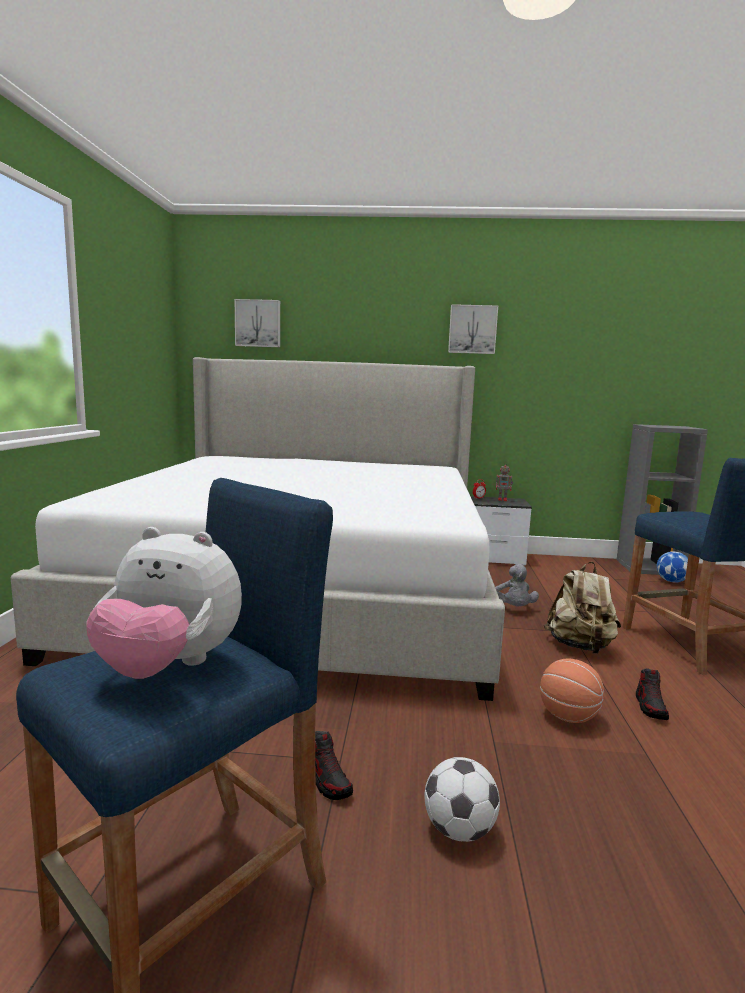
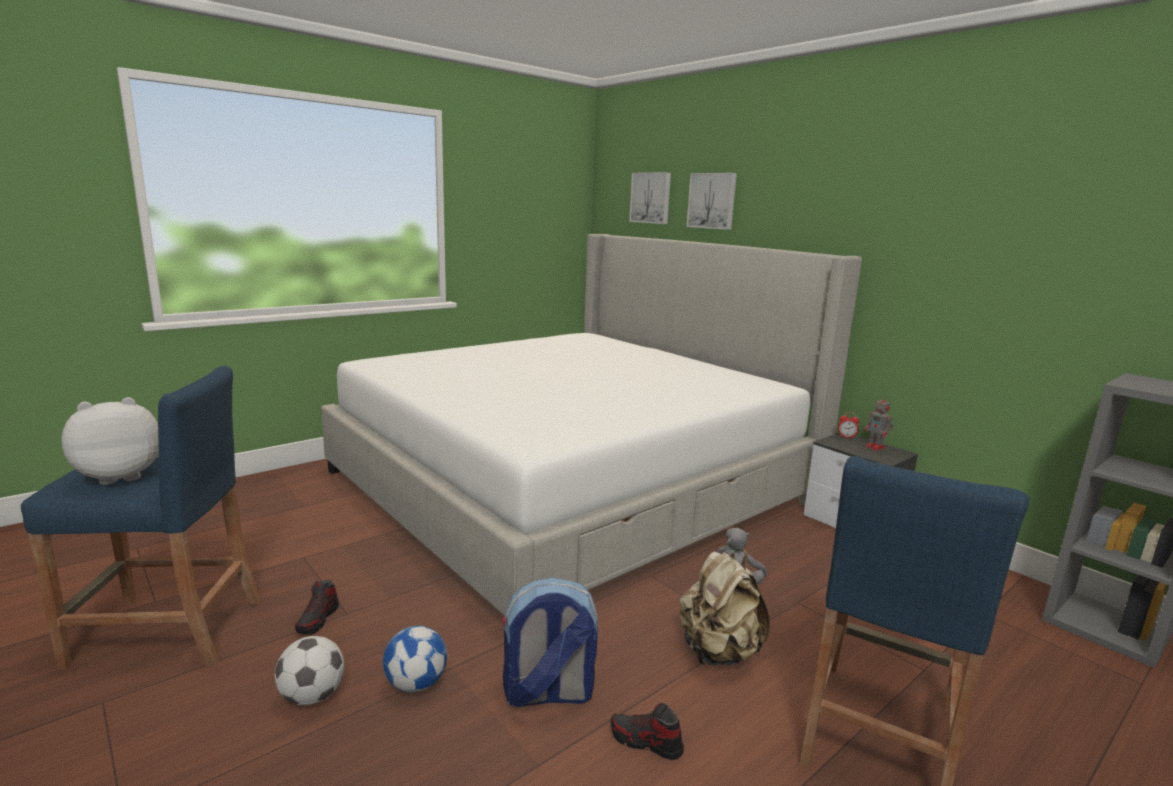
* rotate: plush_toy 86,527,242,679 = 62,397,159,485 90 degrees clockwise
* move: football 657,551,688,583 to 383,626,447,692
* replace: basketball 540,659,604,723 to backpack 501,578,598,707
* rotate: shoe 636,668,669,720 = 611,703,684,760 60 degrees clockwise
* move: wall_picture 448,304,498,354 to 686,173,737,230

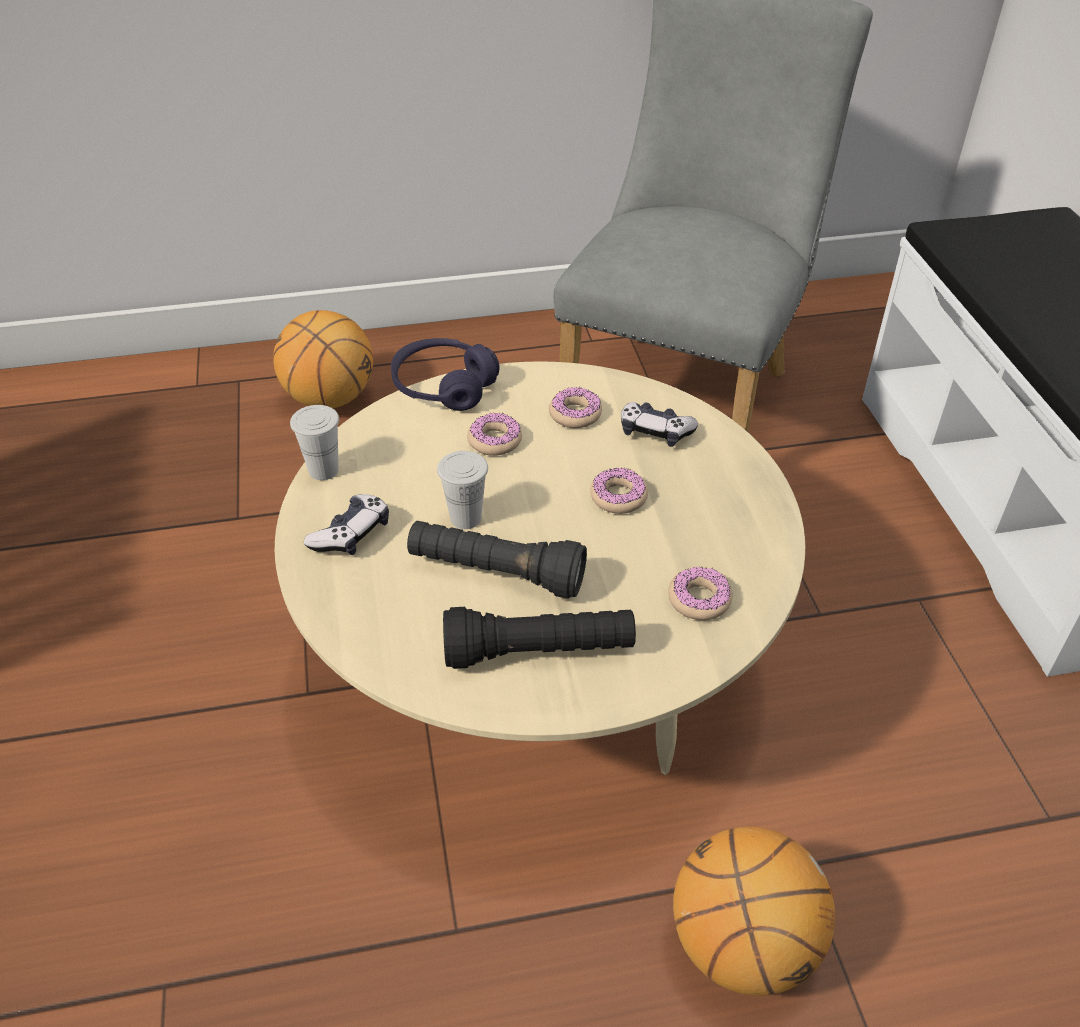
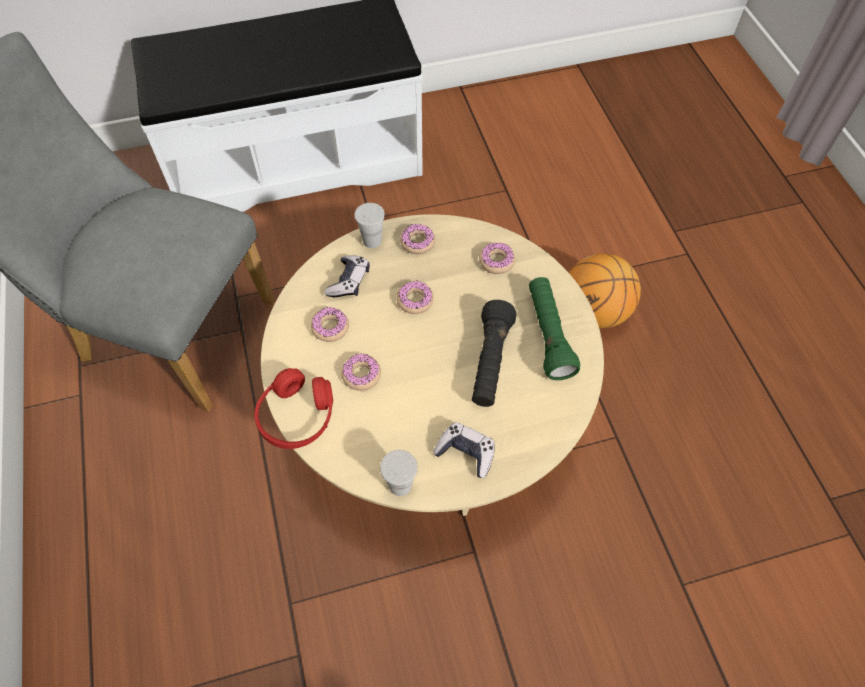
* recolor: purple_pair_of_headphones 391,338,500,411 to reddish_pair_of_headphones 254,368,333,449
* move: white_small_cup 437,451,488,529 to 354,203,385,248
* insert: doughnut 400,224,435,254
* recolor: black-coloured_torch 443,607,636,669 to greenish_torch 529,277,580,380
* delete: basketball 273,310,373,408

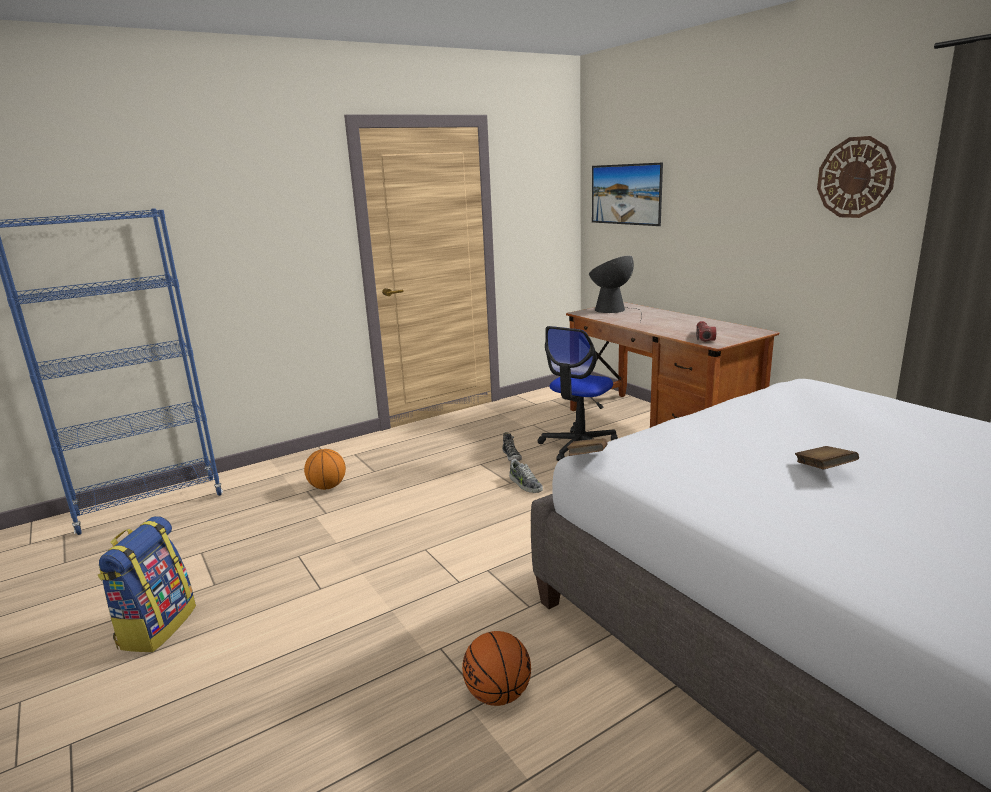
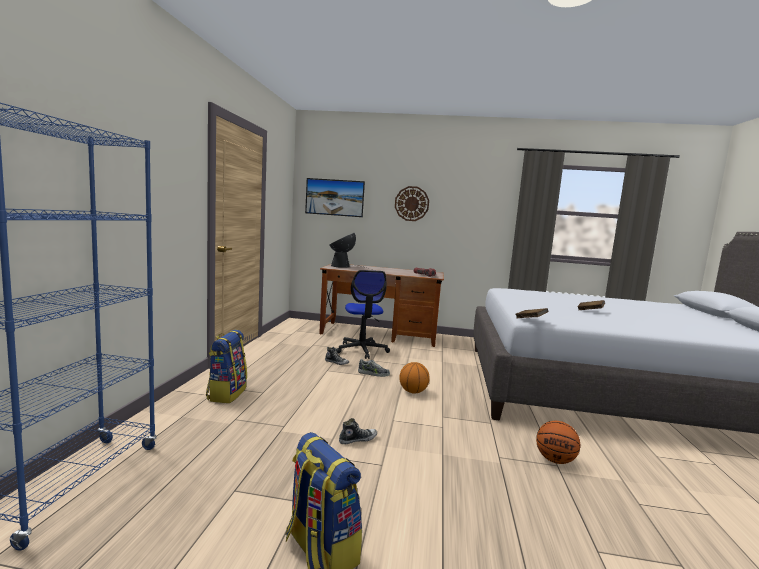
* insert: backpack 206,330,247,403
* insert: shoe 339,418,377,444
* move: clock_on_the_wall 817,136,896,218 to 395,186,429,221
* move: basketball 304,449,346,490 to 399,362,430,393

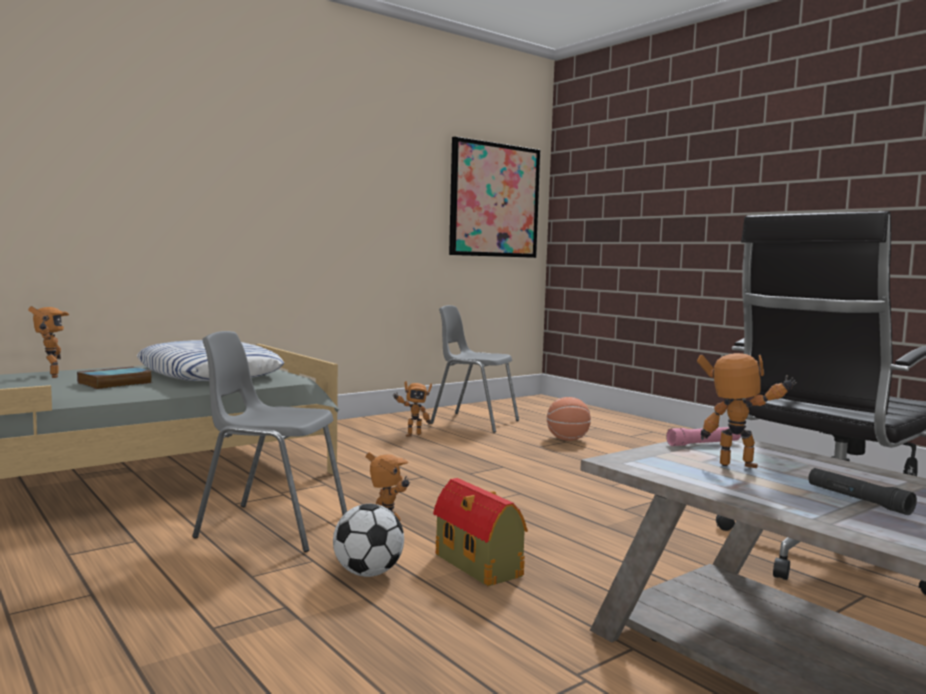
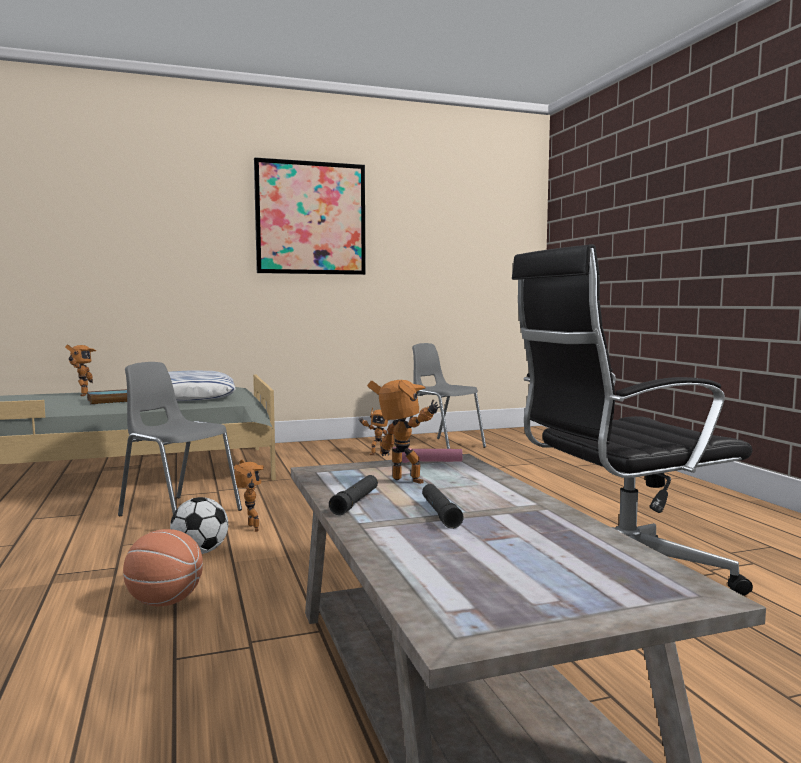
* move: basketball 547,397,591,441 to 123,529,203,606
* move: wall_picture 449,136,540,258 to 254,157,366,275
* insert: black-coloured_torch 329,475,378,515
* delete: toy_house 433,478,528,586

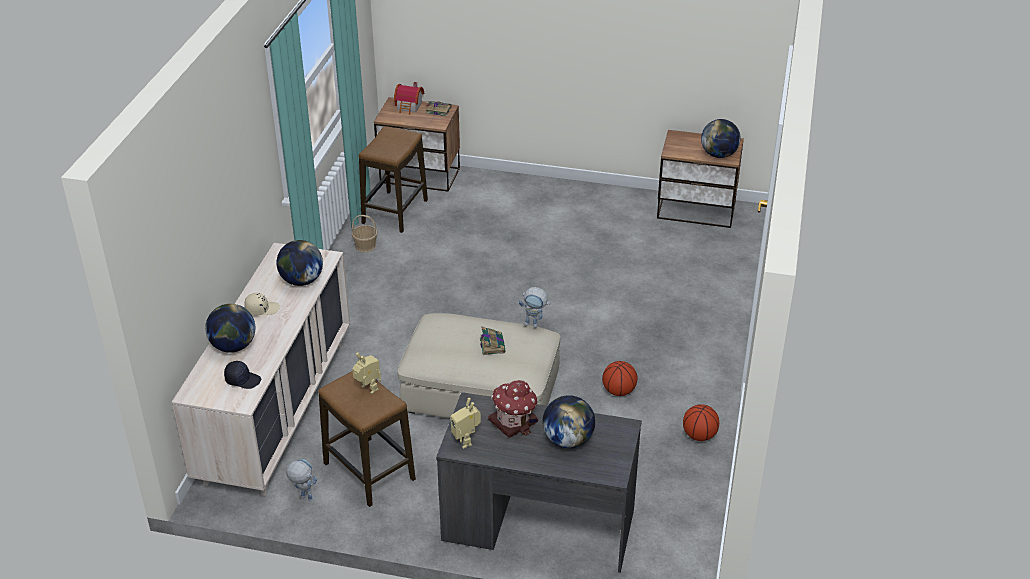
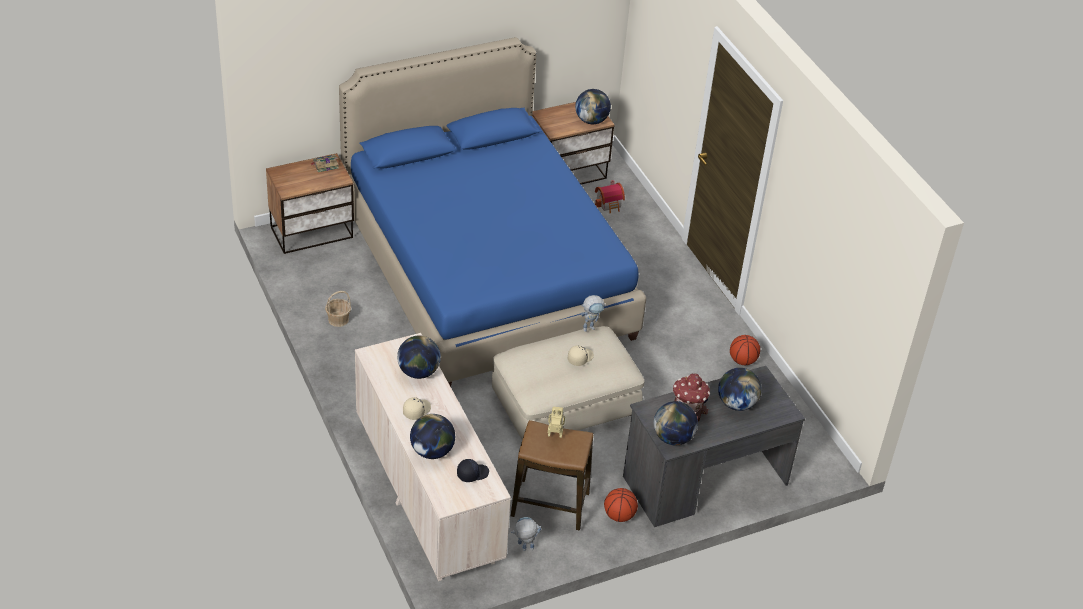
* insert: blue-coloured_bedroom_bed 339,37,646,387
* replace: bound_book 480,327,506,355 to beige_cap 568,345,594,366
* move: toy_house 394,82,424,115 to 595,180,625,214
* move: basketball 602,361,638,396 to 604,488,638,522
* replace: toy_robot 451,398,481,449 to desk_globe 654,401,698,445
* delete: stool_seat 359,126,428,233

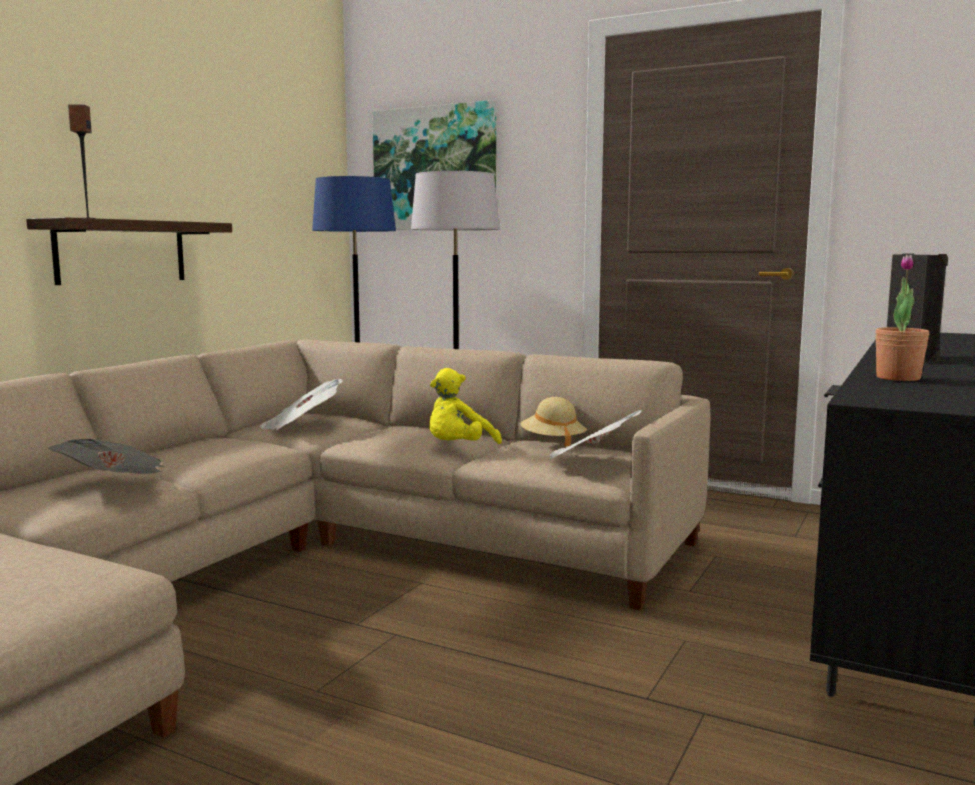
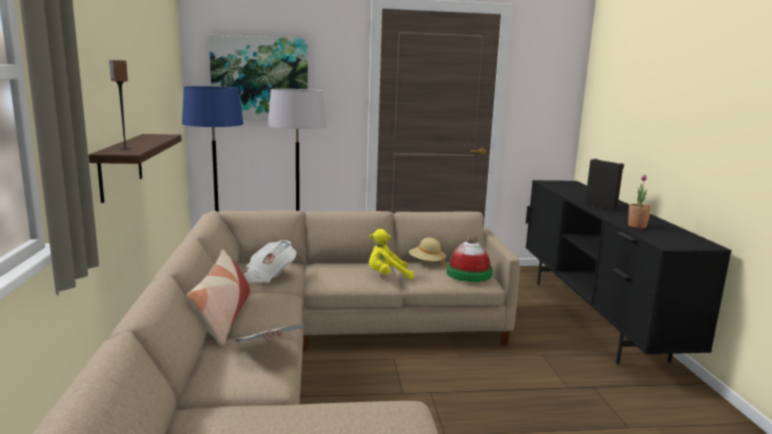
* insert: throw_pillow 187,250,251,346
* rotate: yellow-coloured_plush_toy 429,368,502,444 = 369,229,414,280 75 degrees clockwise
* replace: newspaper 549,410,642,460 to clothing_hat 446,235,493,282

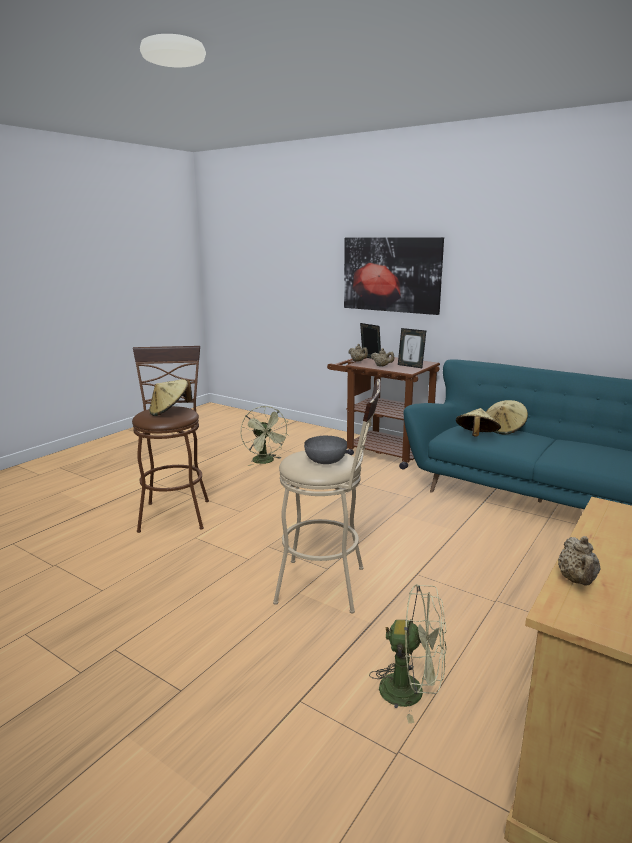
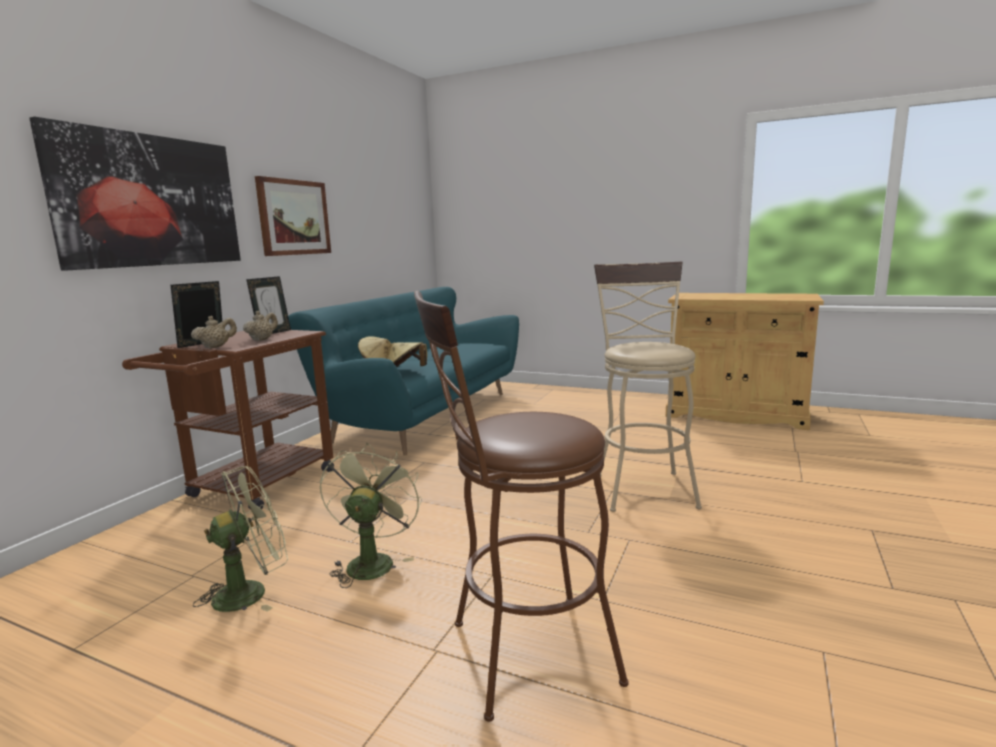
* insert: wall_picture 255,176,331,256
* move: greenish_electric_fan 369,584,447,723 to 320,443,422,588
* delete: beige_clothing_hat 149,379,192,416
* delete: gray_bowl 304,436,347,464
* delete: beige_teapot 558,536,601,586

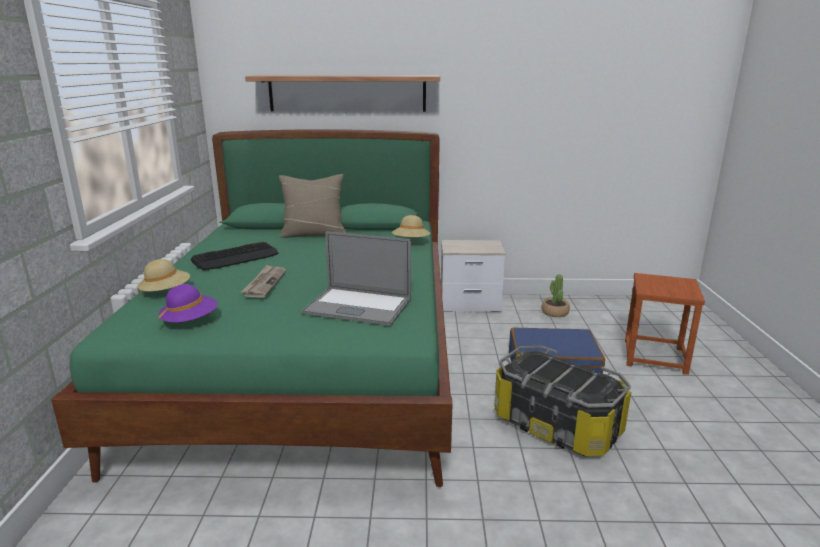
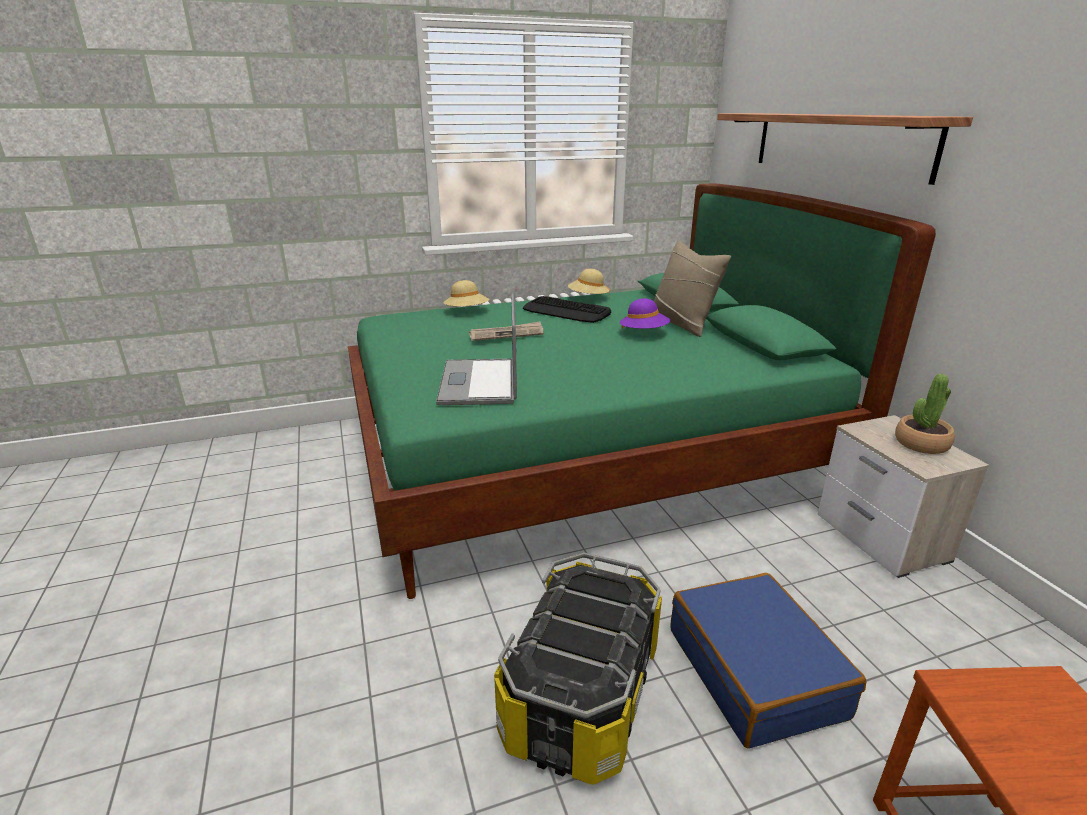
* move: beige_clothing_hat 392,215,430,237 to 568,269,610,299
* move: purple_clothing_hat 159,284,218,326 to 620,299,670,329
* move: potted_plant 541,274,570,317 to 895,374,955,454

